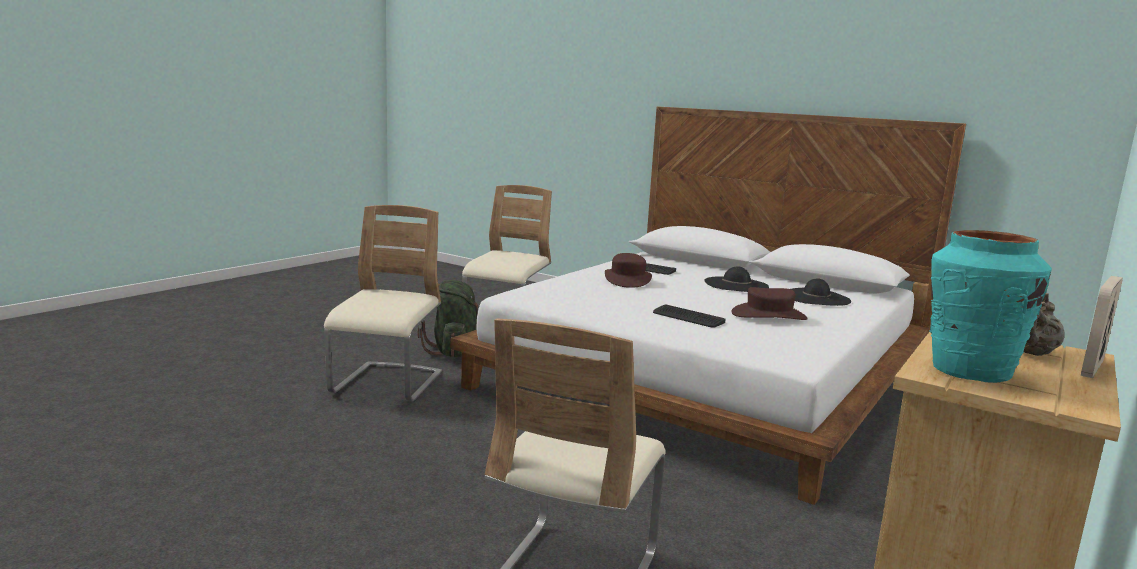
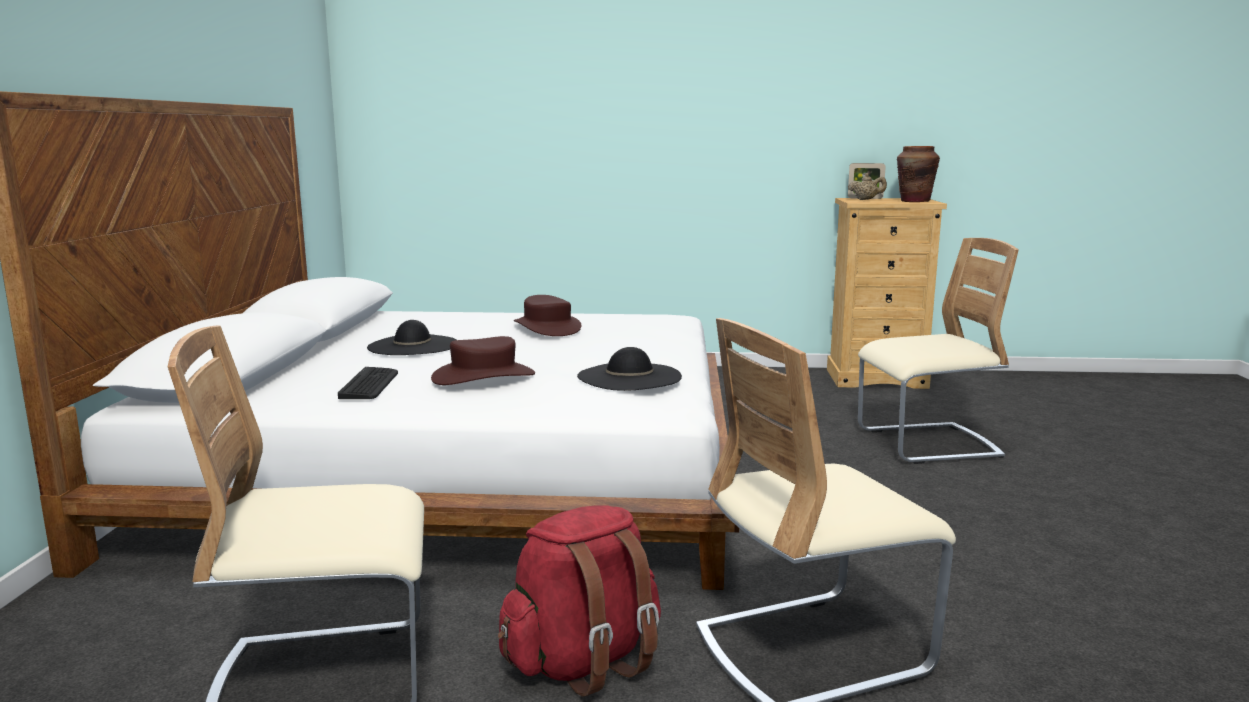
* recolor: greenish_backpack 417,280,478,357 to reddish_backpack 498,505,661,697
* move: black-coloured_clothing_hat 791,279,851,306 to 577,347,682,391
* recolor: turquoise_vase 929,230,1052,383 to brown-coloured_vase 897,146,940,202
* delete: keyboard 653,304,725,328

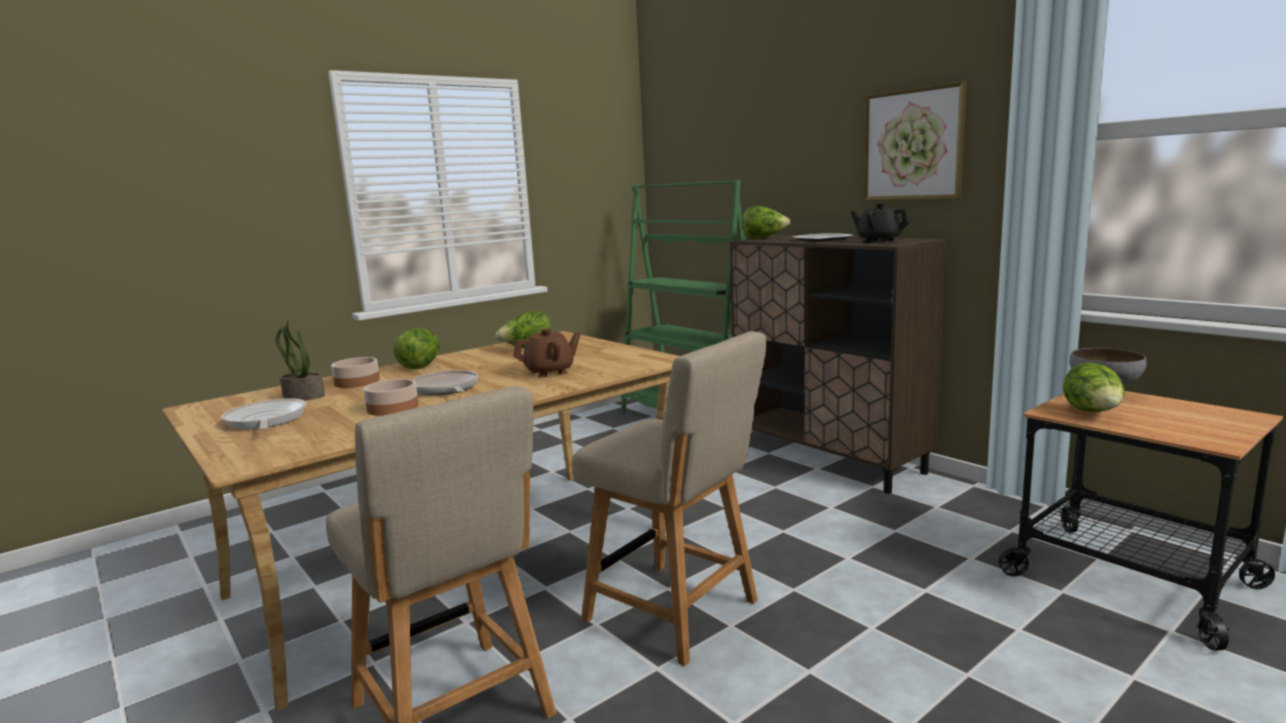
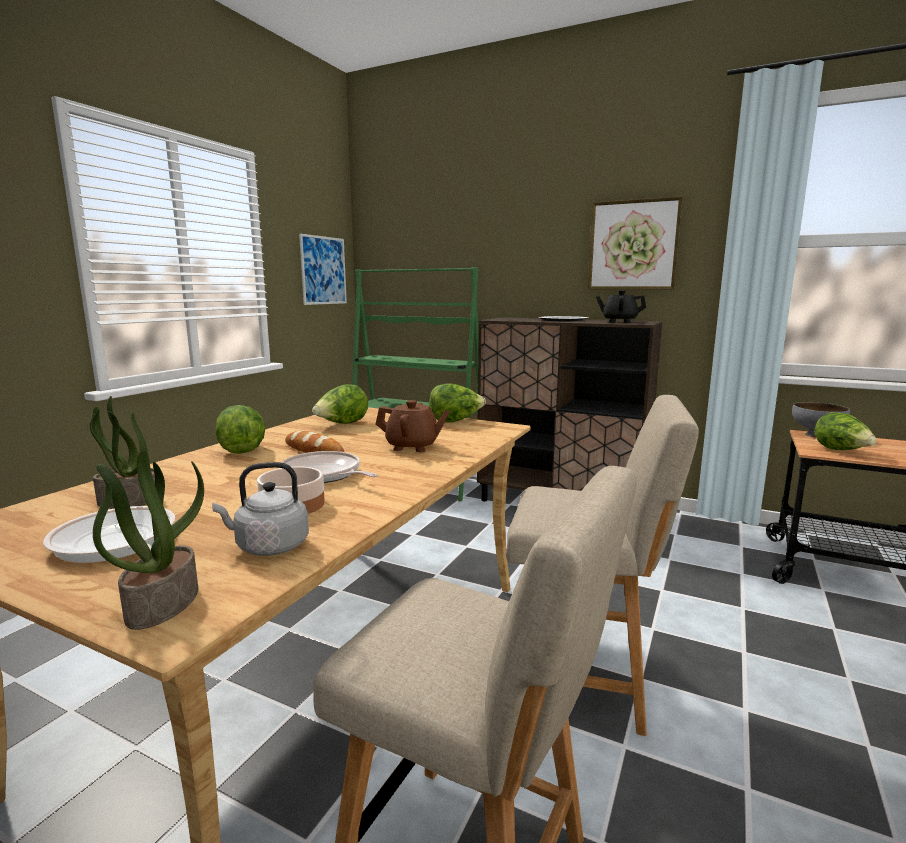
* insert: potted_plant 93,450,204,630
* insert: gray_kettle 212,462,309,556
* insert: bakery_bread 285,431,344,453
* insert: wall_picture 299,234,347,305
* rotate: brown-coloured_teapot 513,329,581,378 = 375,400,450,452 60 degrees clockwise
* move: lettuce 742,206,790,239 to 429,383,486,422
* delete: bowl 331,357,380,388

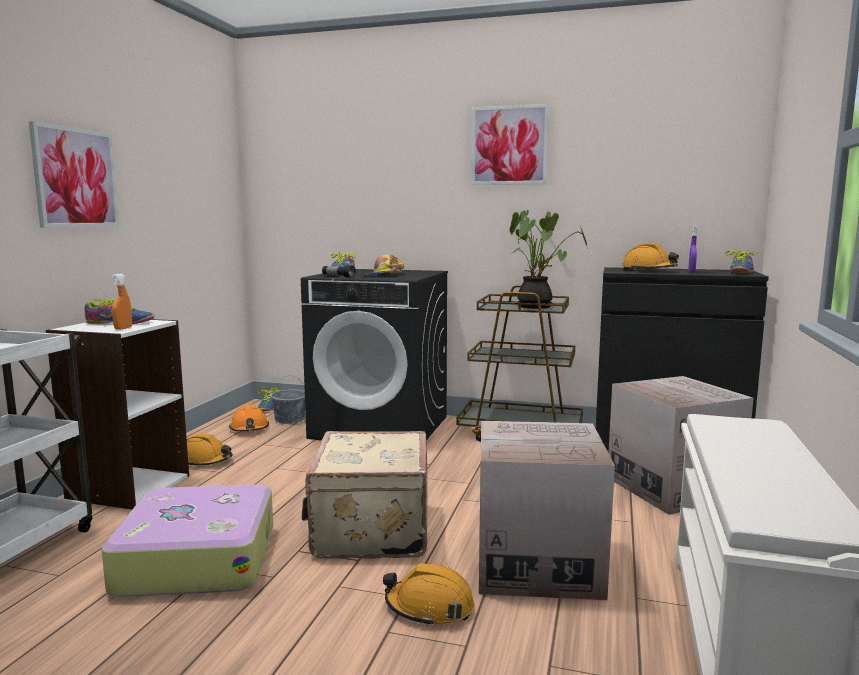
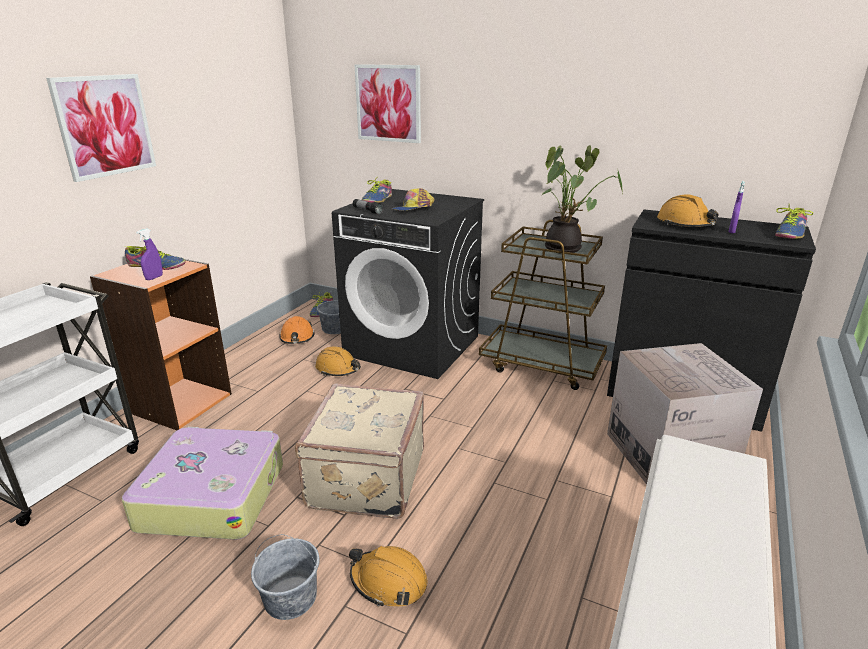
* recolor: white_shelving_unit 46,319,189,509 to orange_shelving_unit 90,259,232,430
* recolor: orange_sprayer 111,274,132,330 to purple_sprayer 136,228,163,280
* insert: gray_pail 251,534,320,620
* move: orange_safety_helmet 187,434,233,466 to 315,346,361,376
* move: wall_picture 471,104,549,185 to 355,64,421,143
* delete: cardboard_box 479,421,615,600

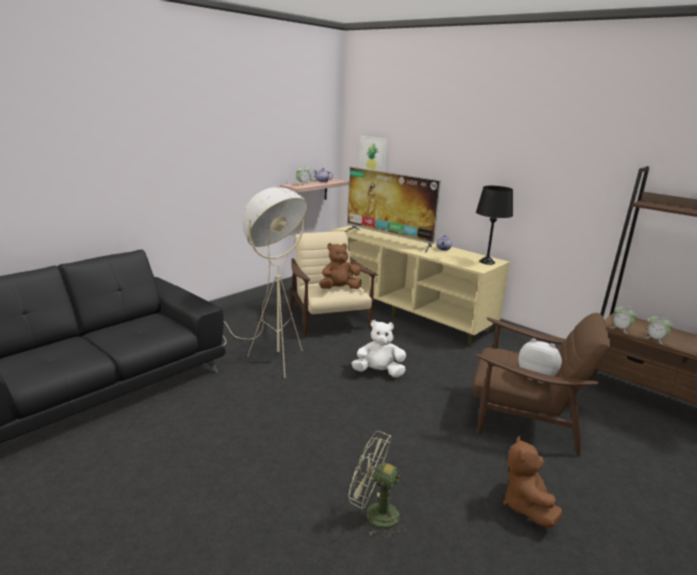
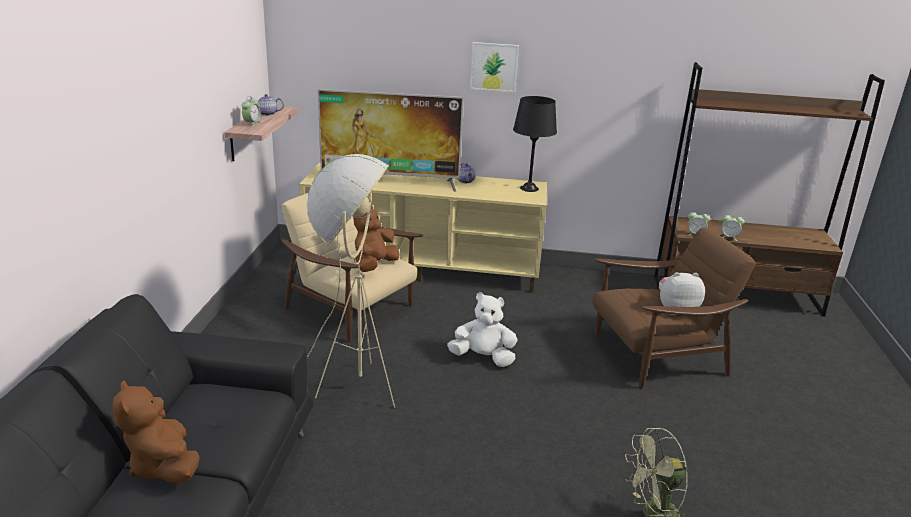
* move: brown-coloured_plush_toy 503,436,562,528 to 113,380,200,483
* rotate: white_plush_toy 351,320,406,378 = 447,292,518,367 45 degrees clockwise
* move: wall_picture 360,136,387,171 to 470,42,519,92

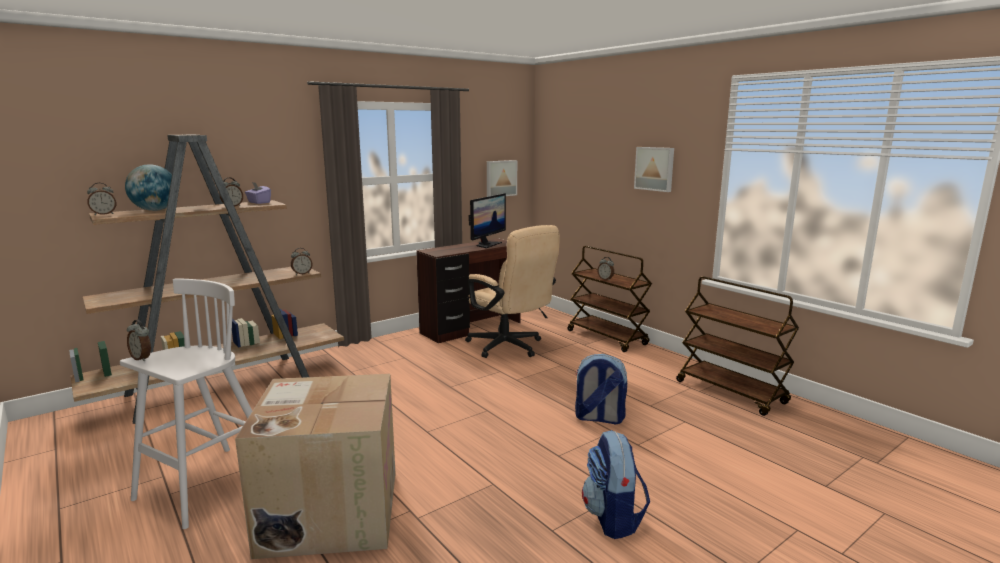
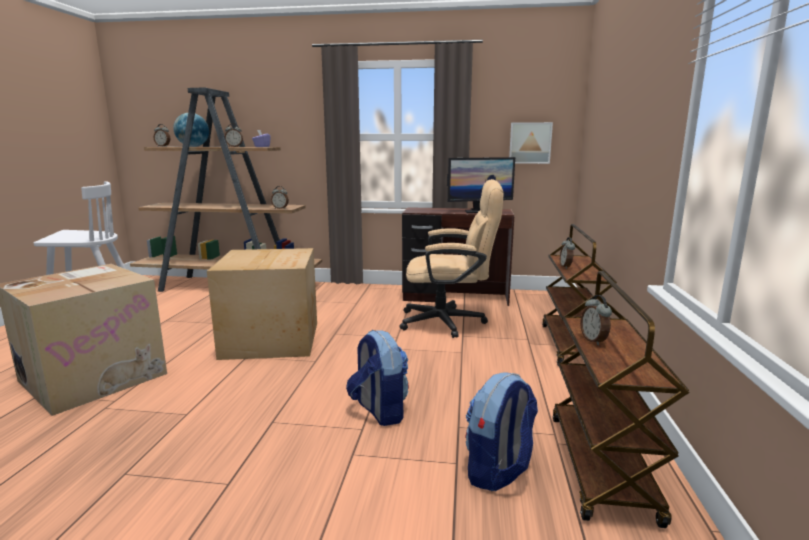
* insert: cardboard_box 207,248,317,360
* rotate: beige_office_chair 465,225,560,358 = 400,179,503,338 90 degrees counterclockwise
* move: backpack 582,430,650,539 to 466,372,538,491
* move: table_clock 127,320,151,361 to 580,295,612,345
* delete: wall_picture 634,147,674,192

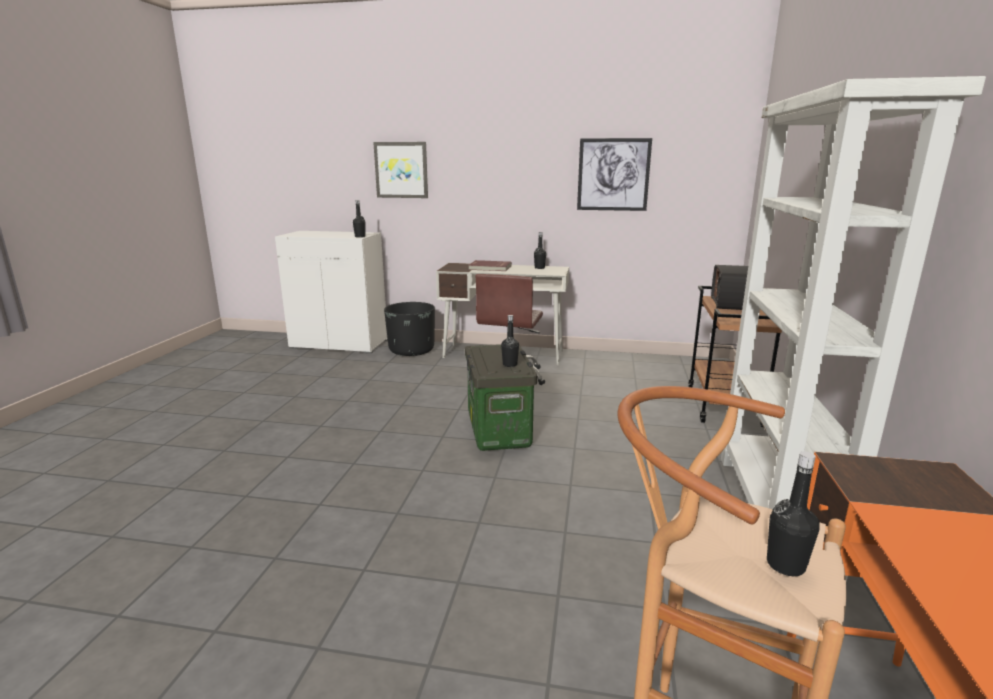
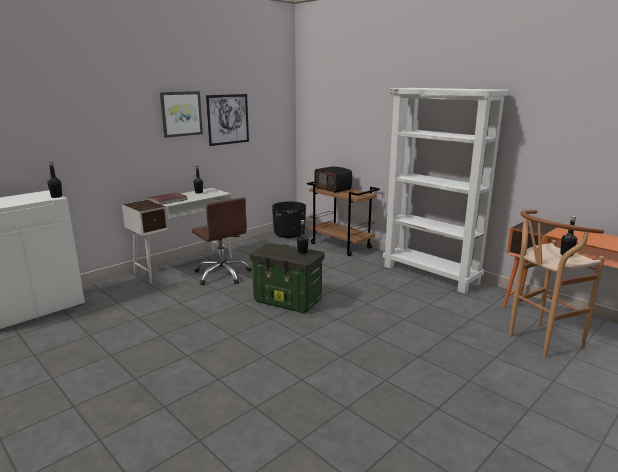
* move: wall_picture 373,142,428,198 to 160,91,203,138
* move: black-coloured_flower_pot 384,302,435,356 to 272,201,306,238

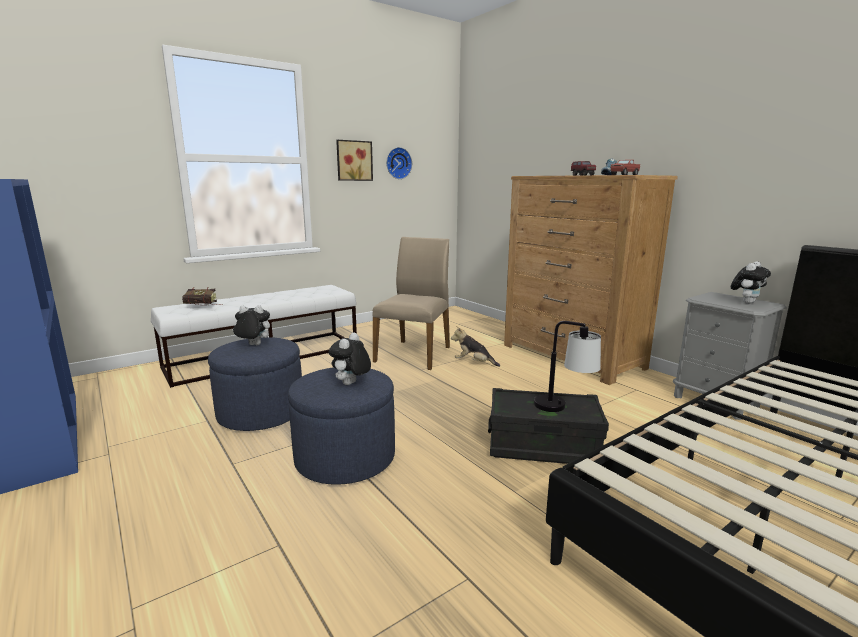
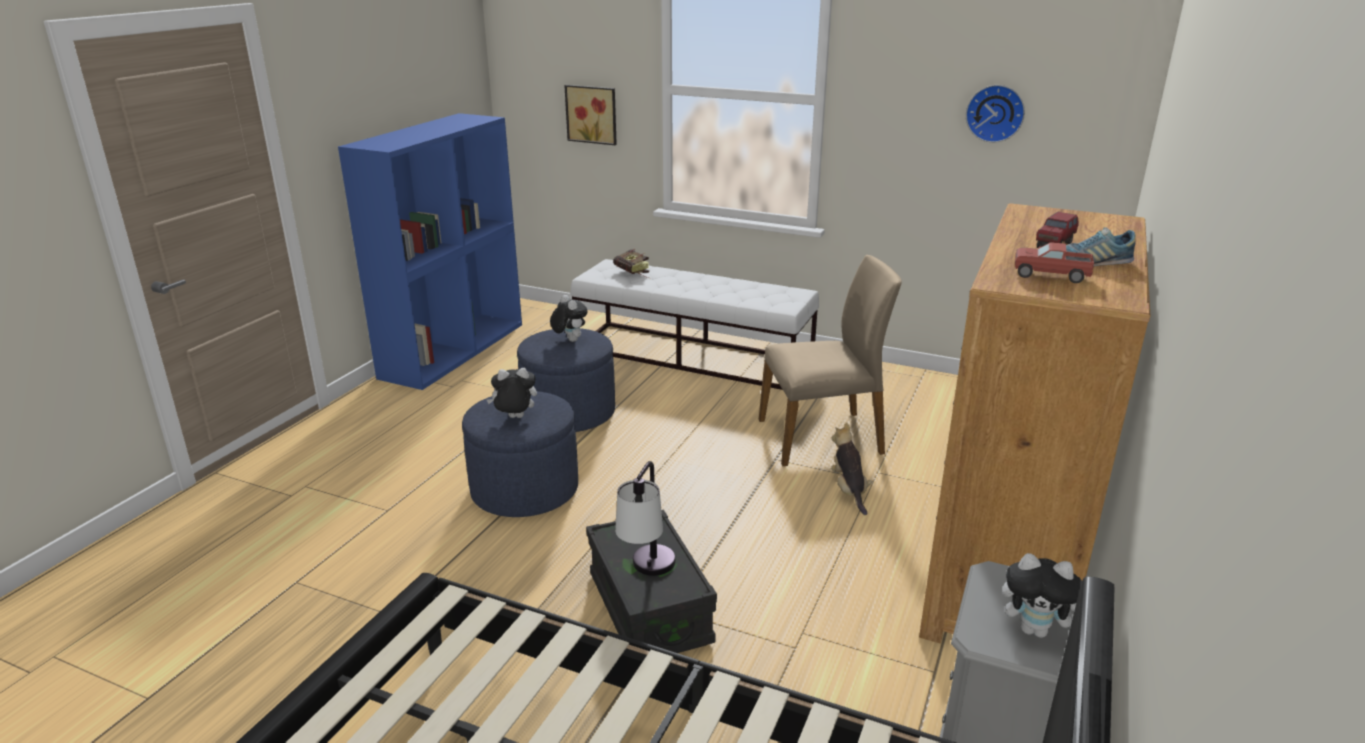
* move: wall_picture 336,140,373,181 to 564,85,617,145

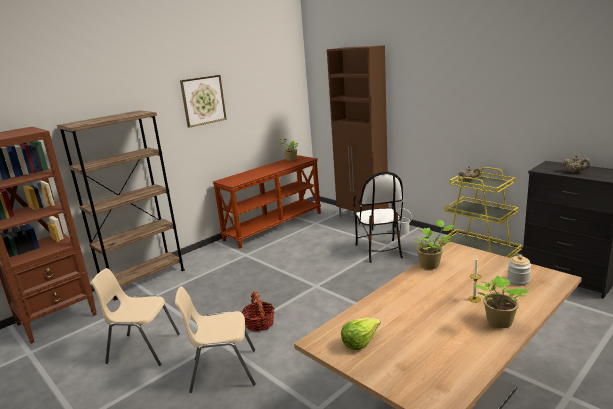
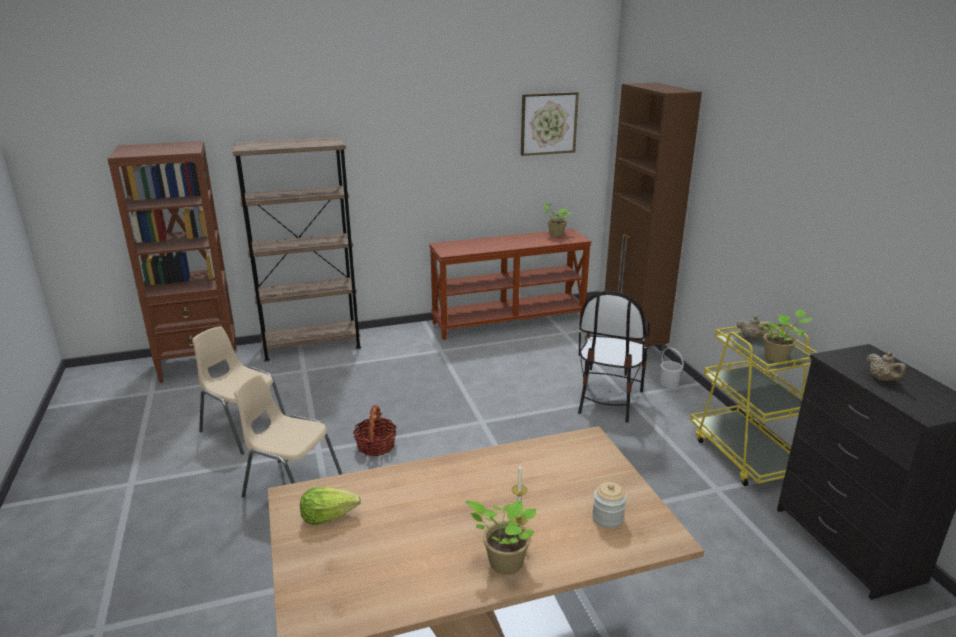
* move: wall_picture 180,75,227,128 to 521,92,579,156
* move: potted_plant 412,220,454,269 to 759,309,813,363

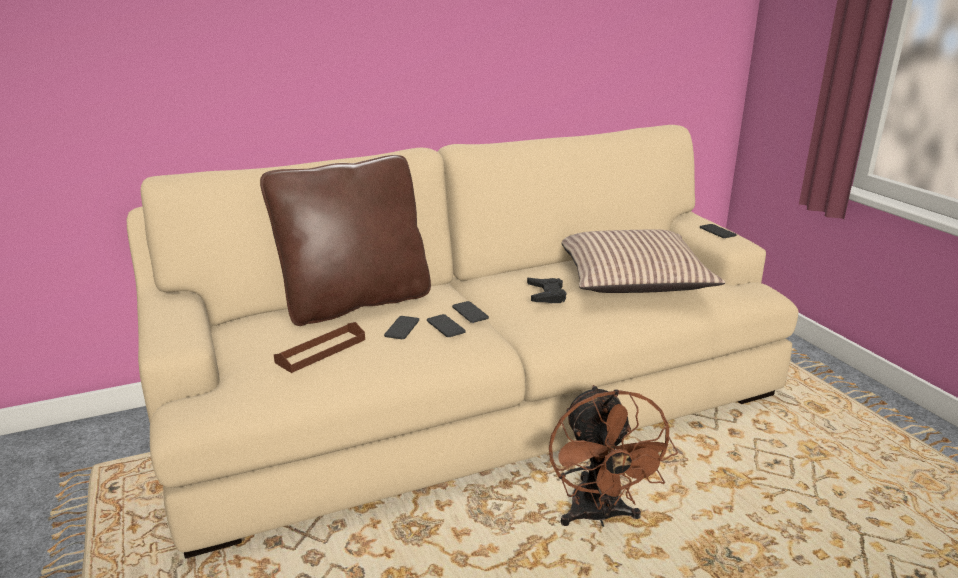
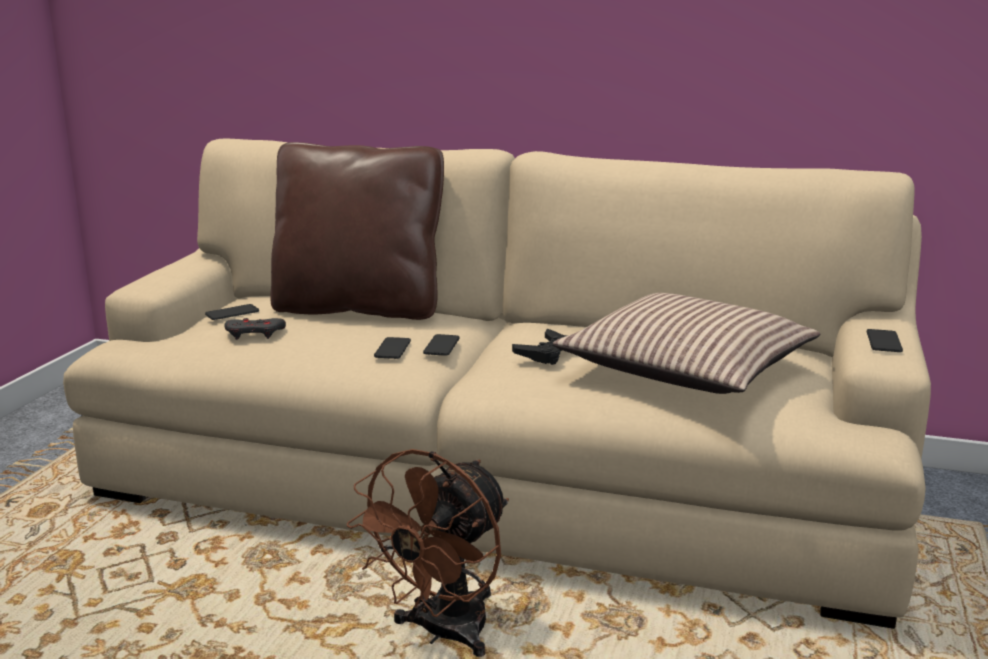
* move: telephone 384,316,419,339 to 205,304,259,320
* replace: brown-coloured_carrying_tray 274,322,365,373 to gray_game_controller 224,318,286,340

